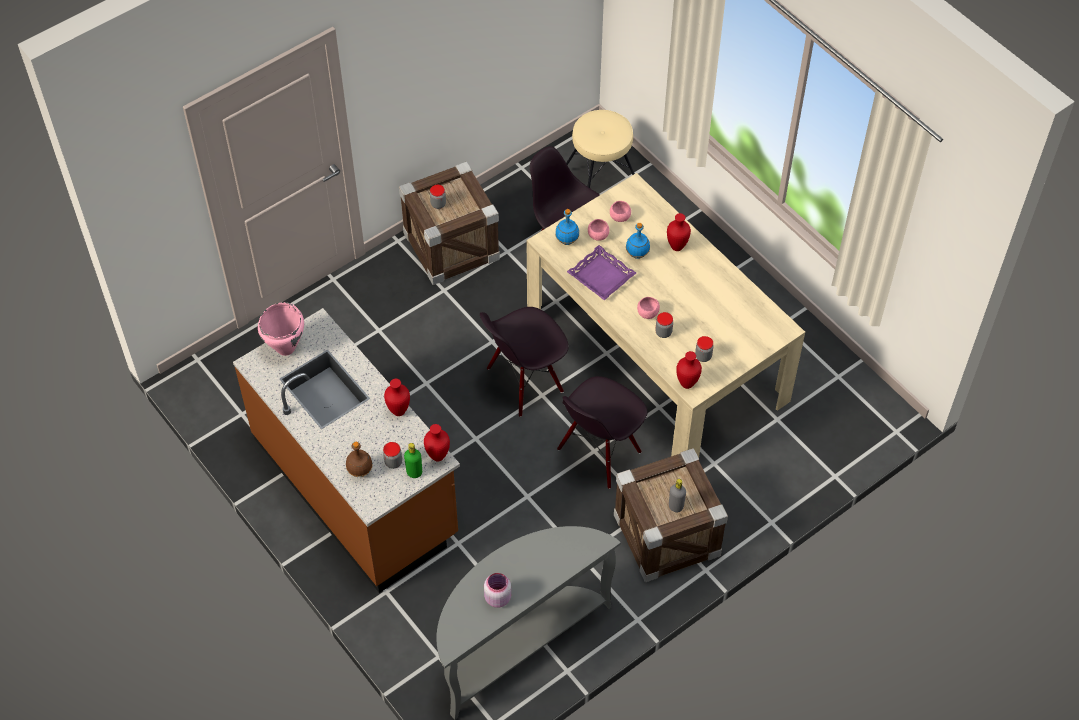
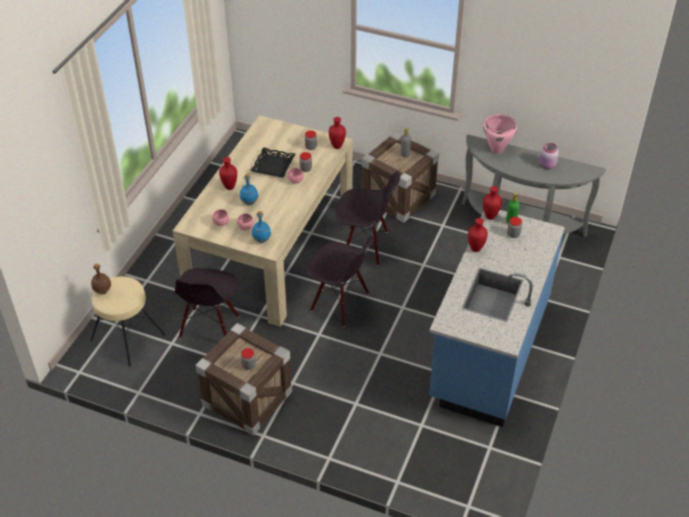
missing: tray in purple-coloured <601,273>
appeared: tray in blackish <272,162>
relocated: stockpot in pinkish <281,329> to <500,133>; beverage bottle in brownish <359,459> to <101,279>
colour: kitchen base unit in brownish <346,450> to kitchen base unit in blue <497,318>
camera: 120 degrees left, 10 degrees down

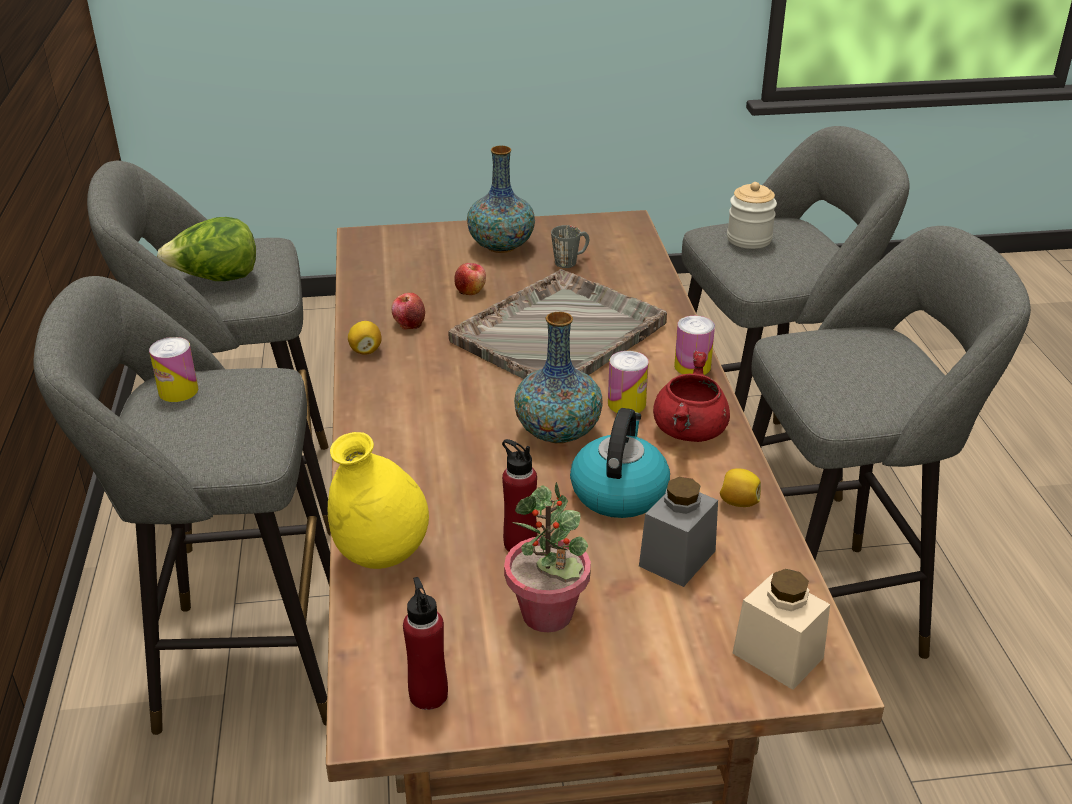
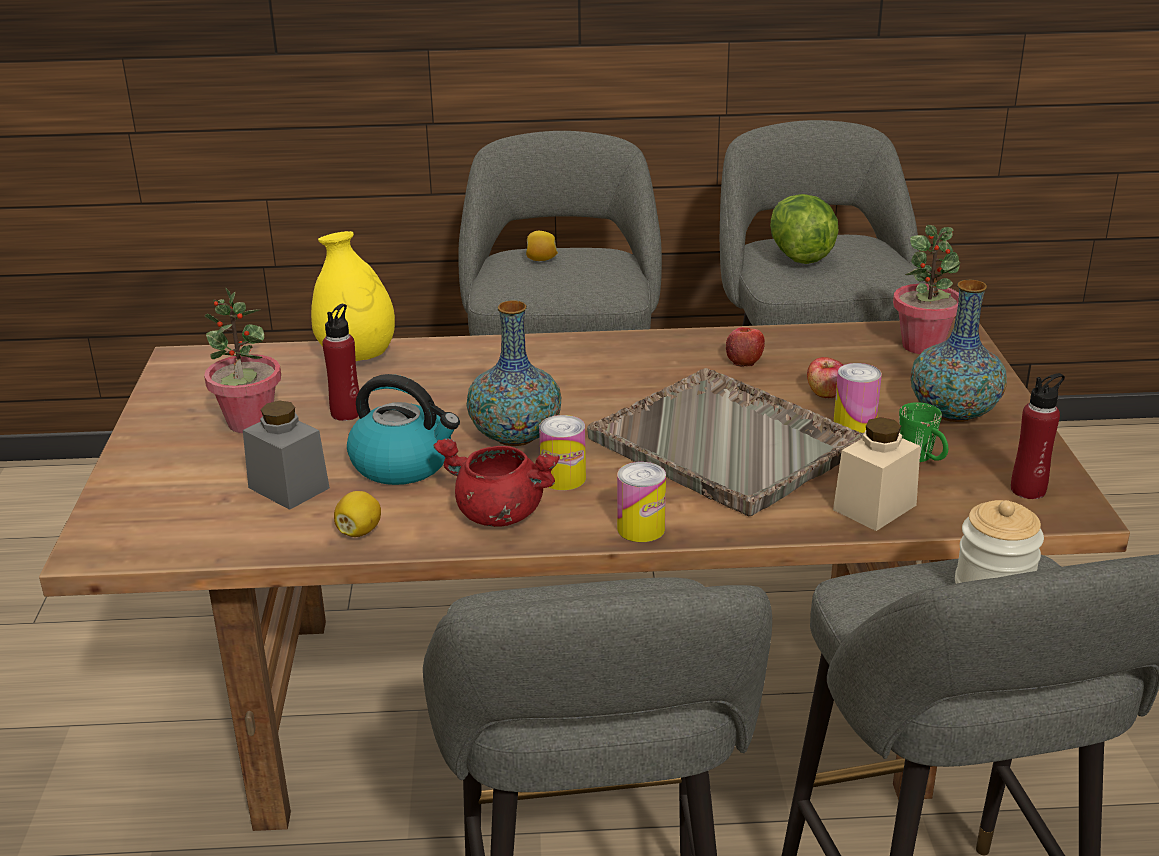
appeared: houseplant <926,289>
relocated: metal can <173,369> to <858,398>; citrus fruit <365,338> to <542,246>; beverage bottle in red-coloured <425,643> to <1038,436>; jar in sand-coloured <781,629> to <876,474>
colour: tea mug in gray <570,246> to tea mug in greenish <923,432>
camera: 95 degrees right, 5 degrees down

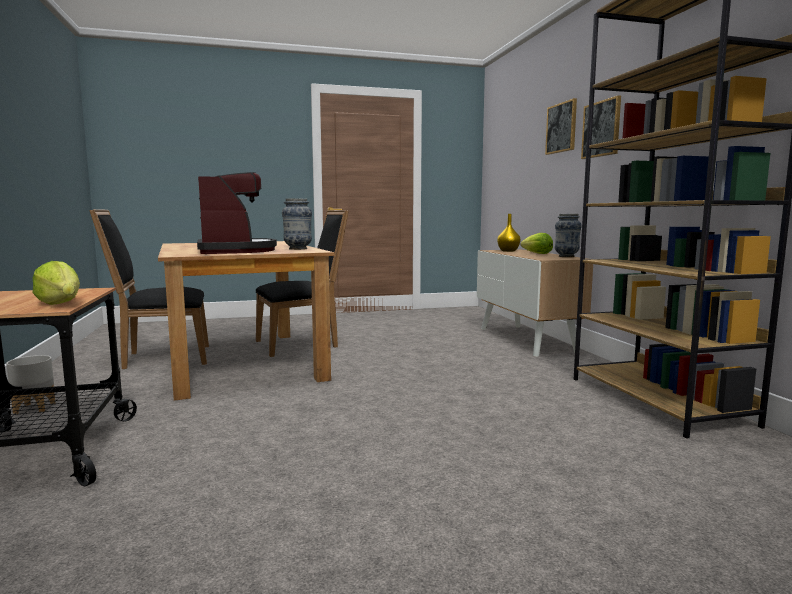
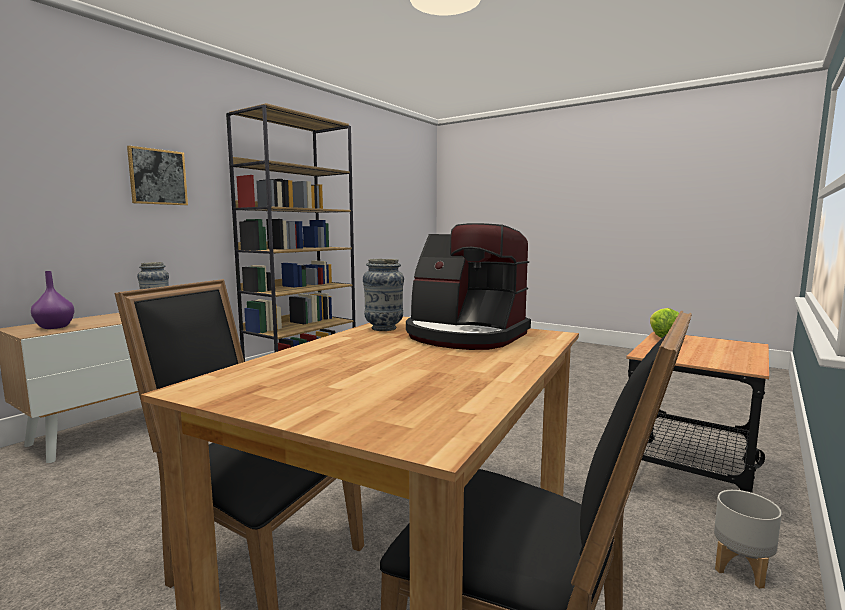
missing: lettuce head <537,243>; picture <561,126>
colour: flower vase in yellow-coloured <509,233> to flower vase in purple-coloured <53,300>
spun: coffee machine <237,213> = <468,286> 90 degrees counterclockwise
camera: 130 degrees left, 0 degrees up

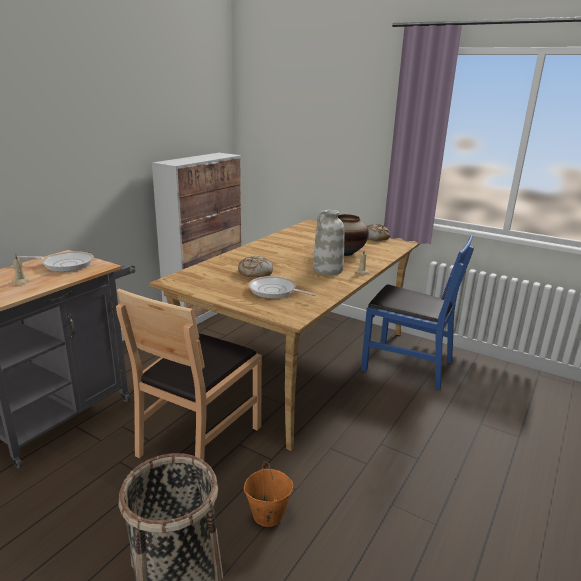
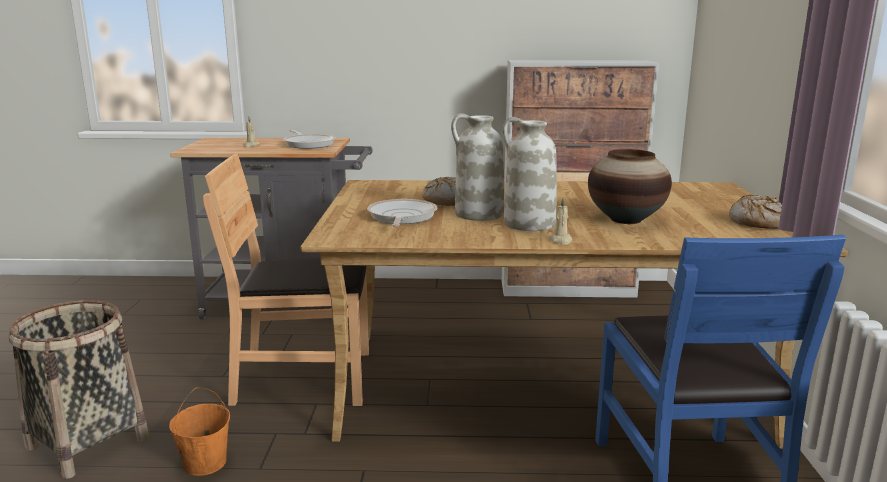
appeared: flower vase in whitish <477,167>
camera: 60 degrees right, 5 degrees down

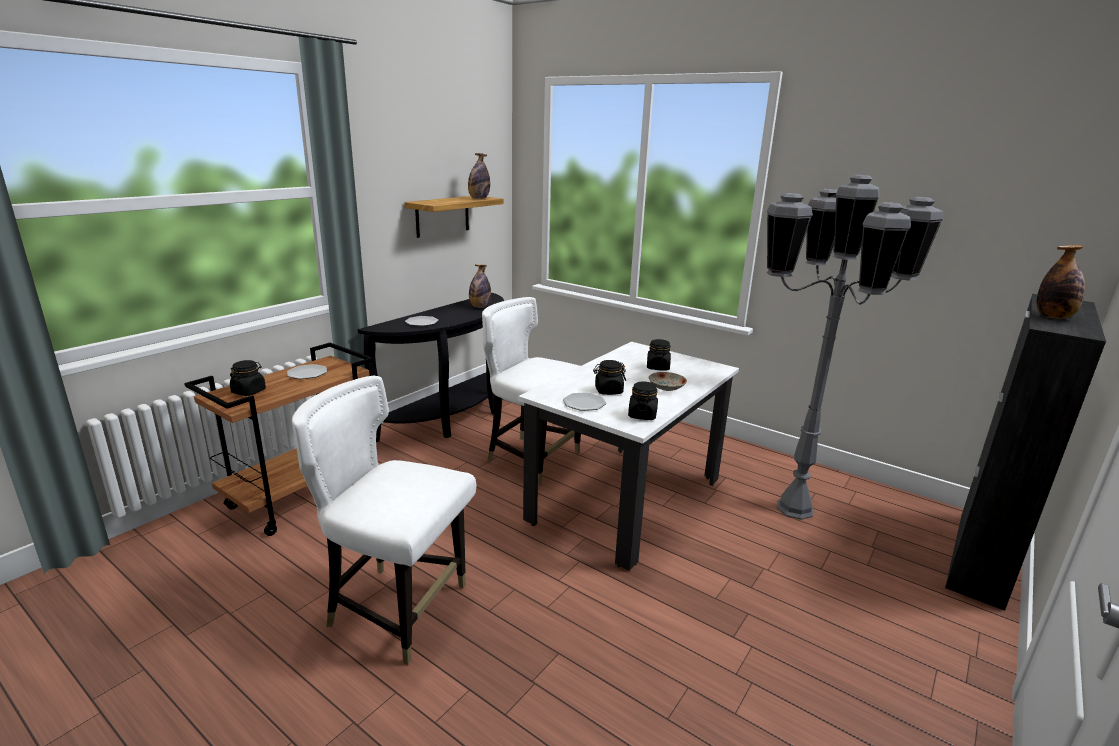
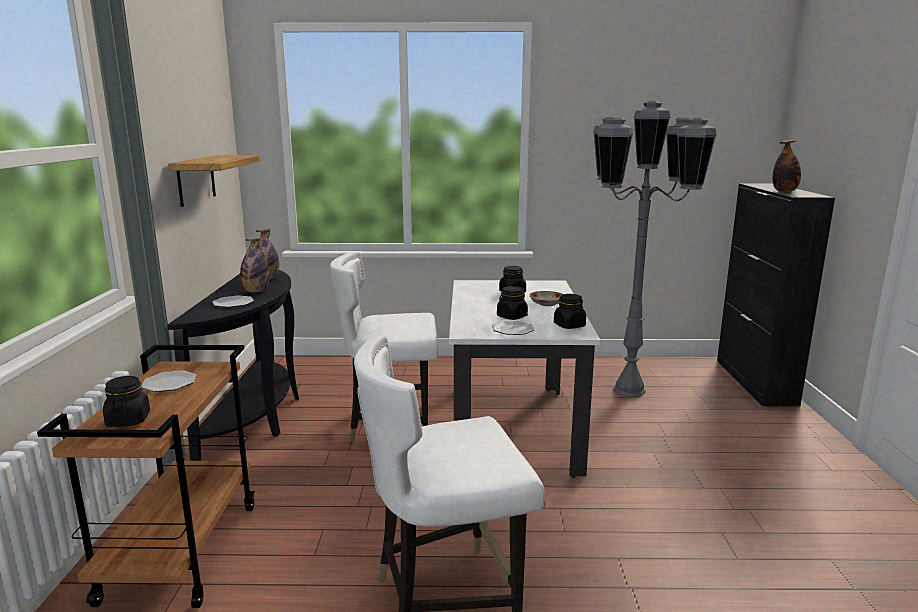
relocated: beverage bottle <479,176> to <254,265>
camera: 35 degrees left, 5 degrees down

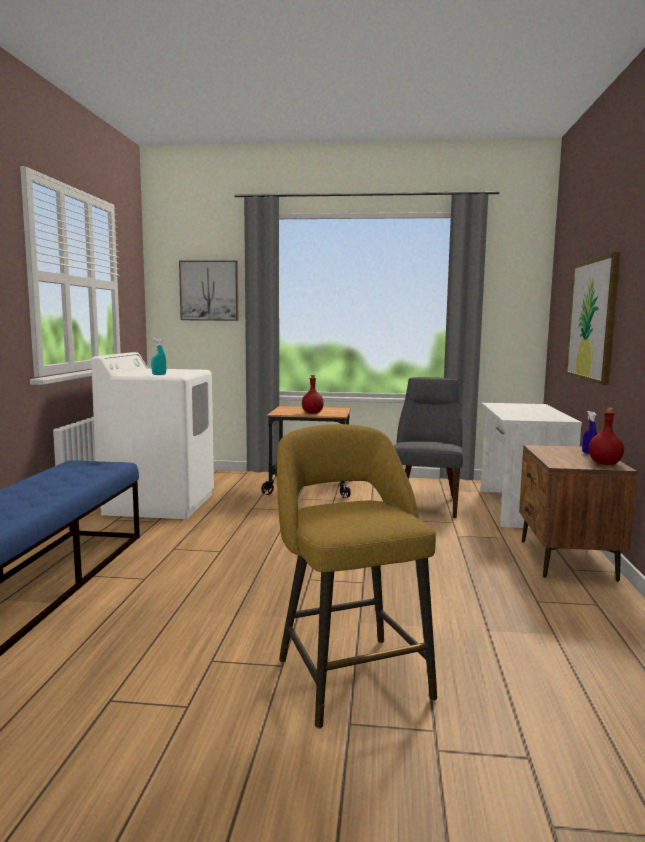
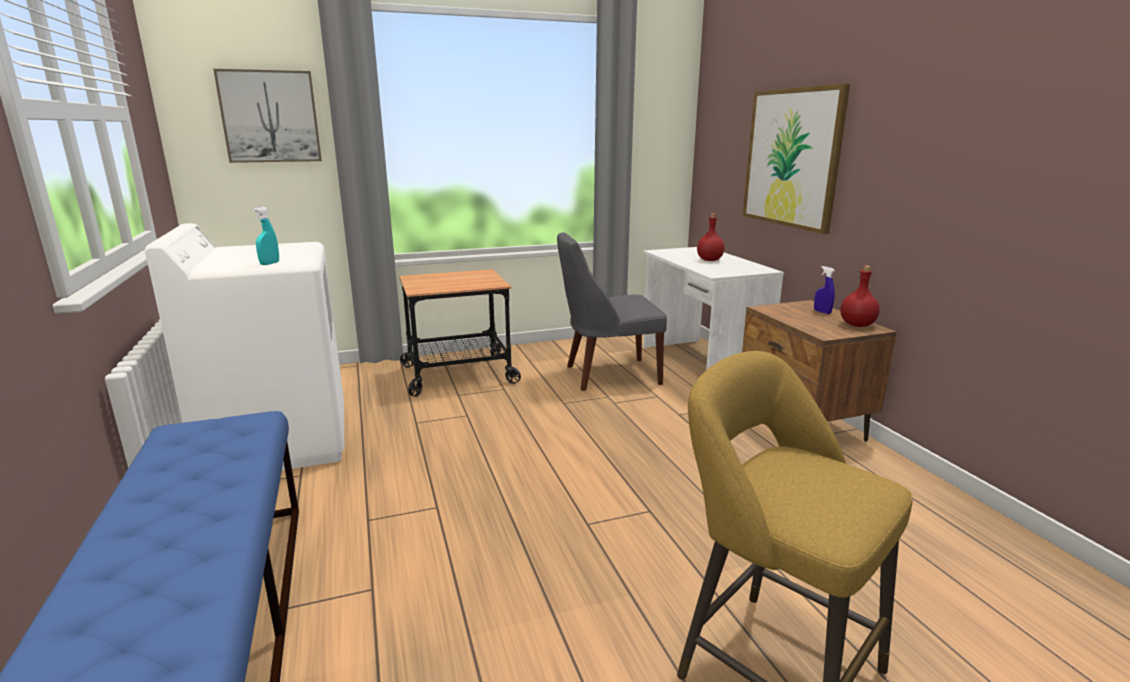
relocated: beverage bottle in red-coloured <313,394> to <710,237>
spun: plain chair in gray <428,447> = <612,311> 90 degrees counterclockwise
camera: 25 degrees left, 10 degrees up

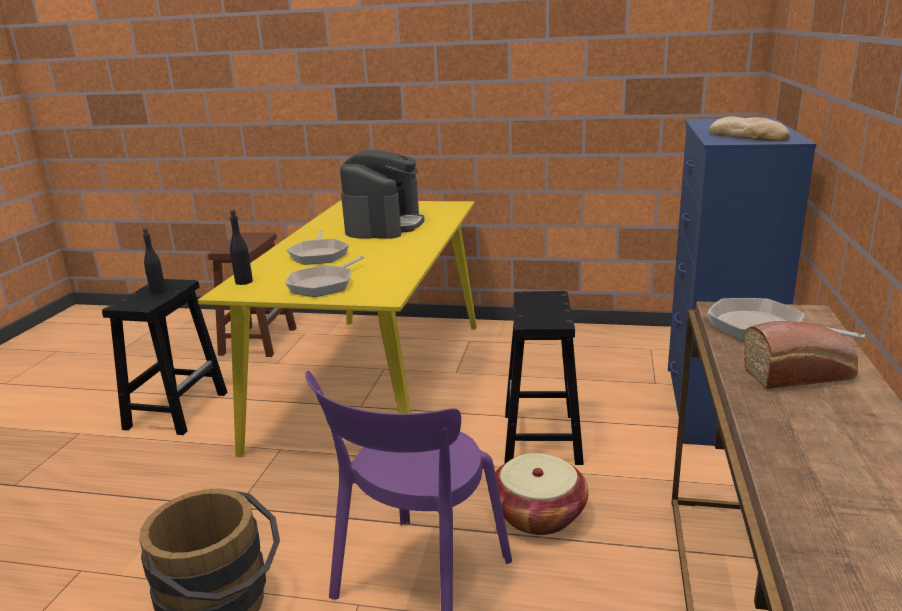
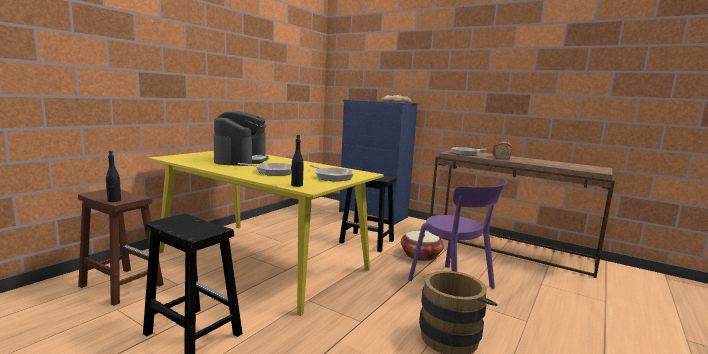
relocated: beverage bottle in blackish <154,260> to <113,176>
spun: coffee machine <382,194> = <240,138> 60 degrees clockwise
camera: 70 degrees left, 10 degrees down

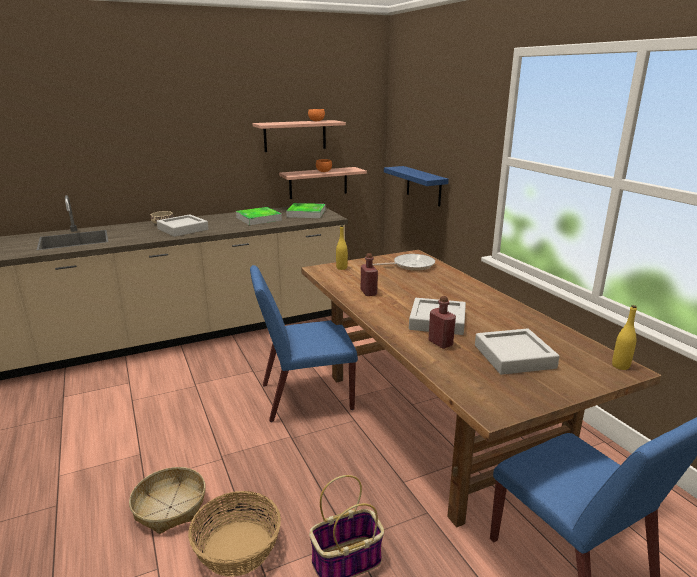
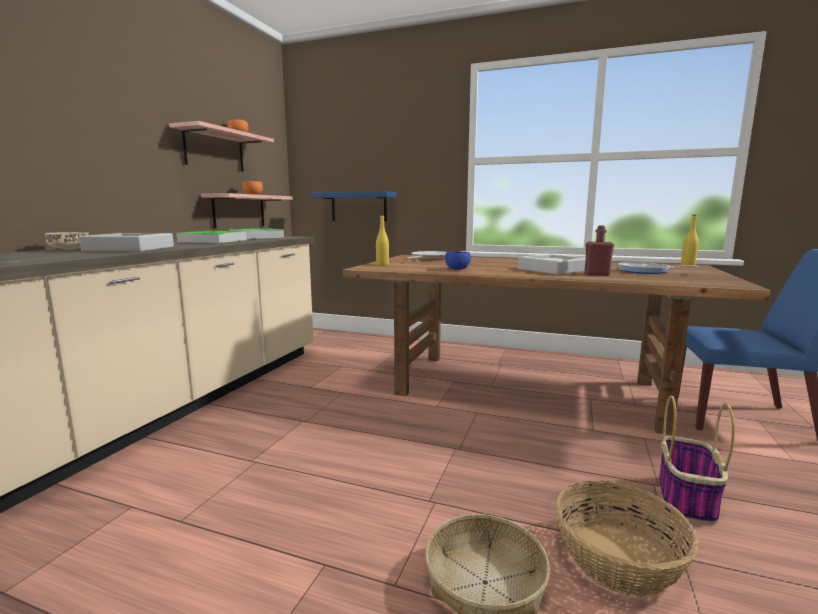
missing: plain chair in blue <304,343>
exchanged: beverage bottle in red-coloured <369,274> to deep dish in blue <458,260>; tray in gray <517,351> to pan <658,268>
camera: 45 degrees left, 10 degrees down

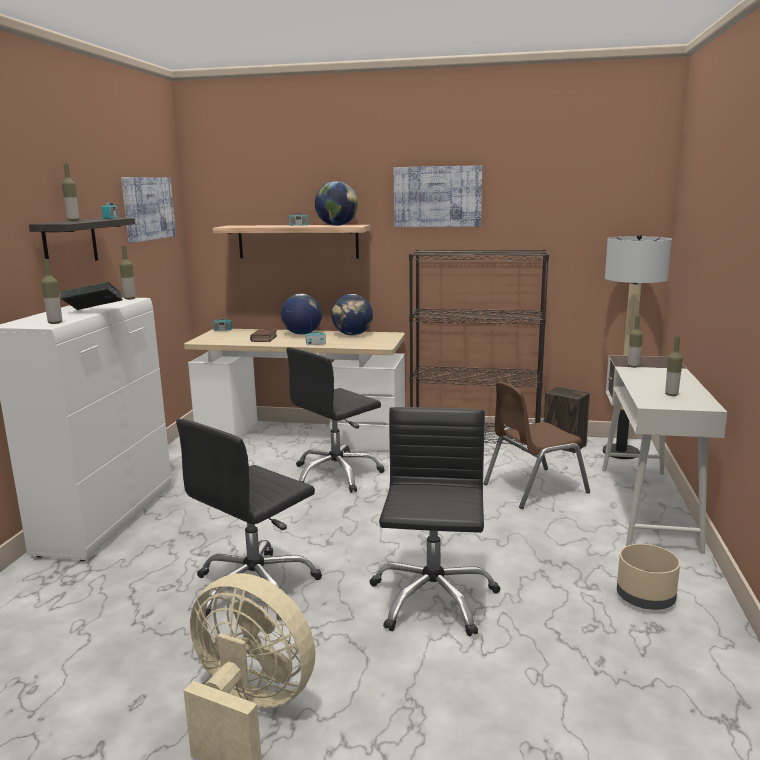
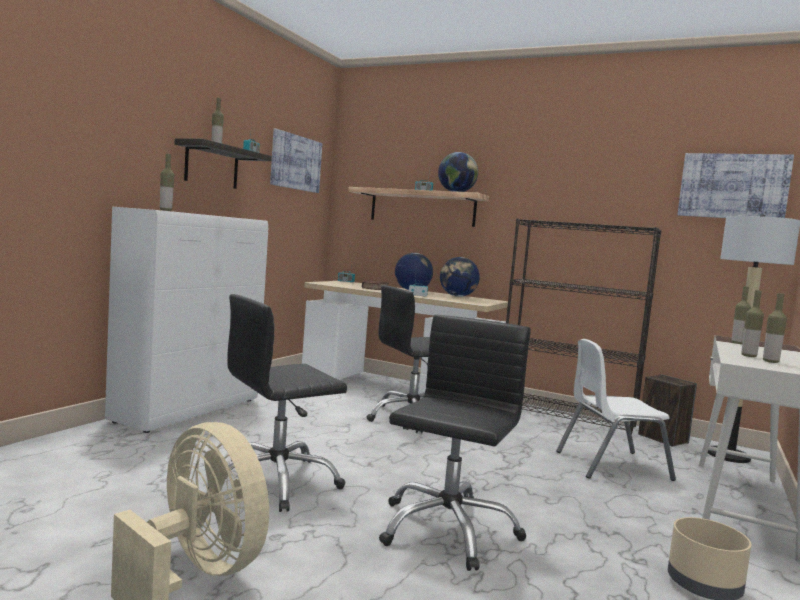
missing: volume <91,296>
relocated: beverage bottle <127,273> to <752,323>; picture <438,196> to <735,185>
colour: plain chair in brownish <536,445> to plain chair in whitish <616,410>
camera: 15 degrees right, 10 degrees down

